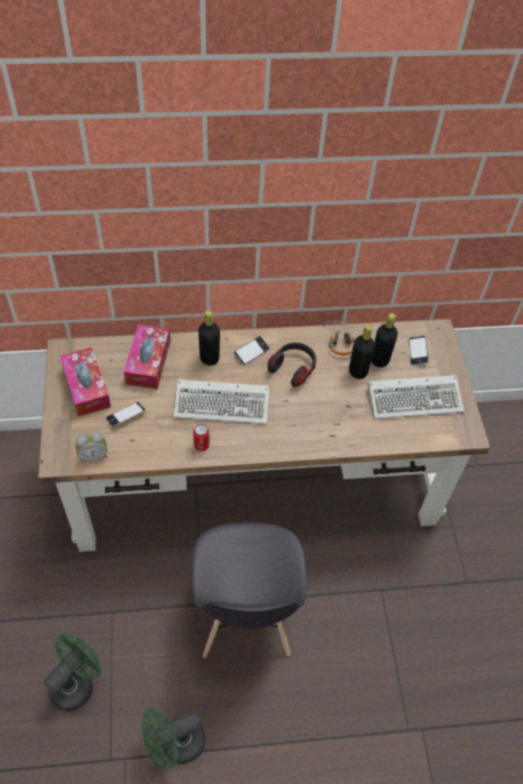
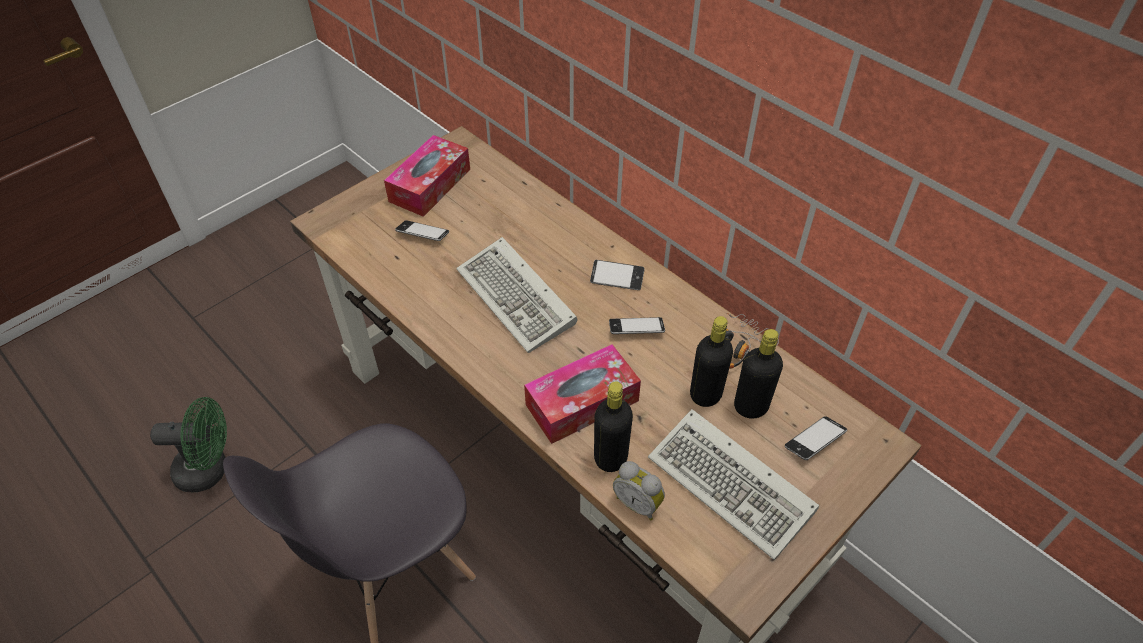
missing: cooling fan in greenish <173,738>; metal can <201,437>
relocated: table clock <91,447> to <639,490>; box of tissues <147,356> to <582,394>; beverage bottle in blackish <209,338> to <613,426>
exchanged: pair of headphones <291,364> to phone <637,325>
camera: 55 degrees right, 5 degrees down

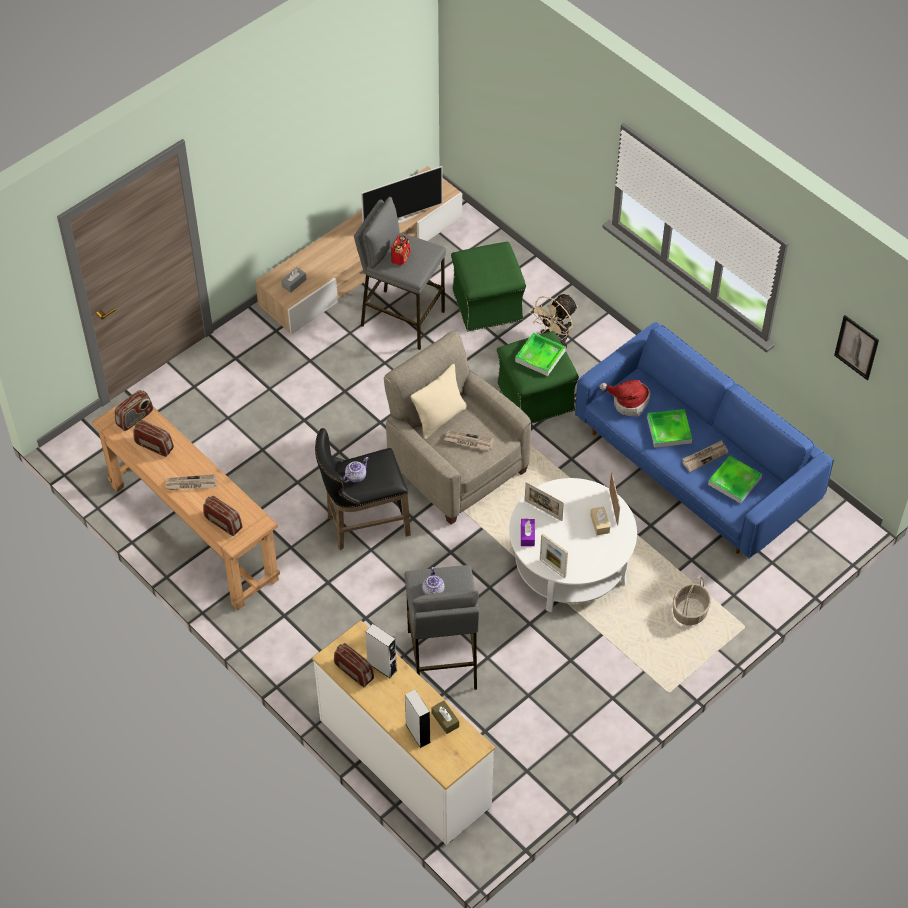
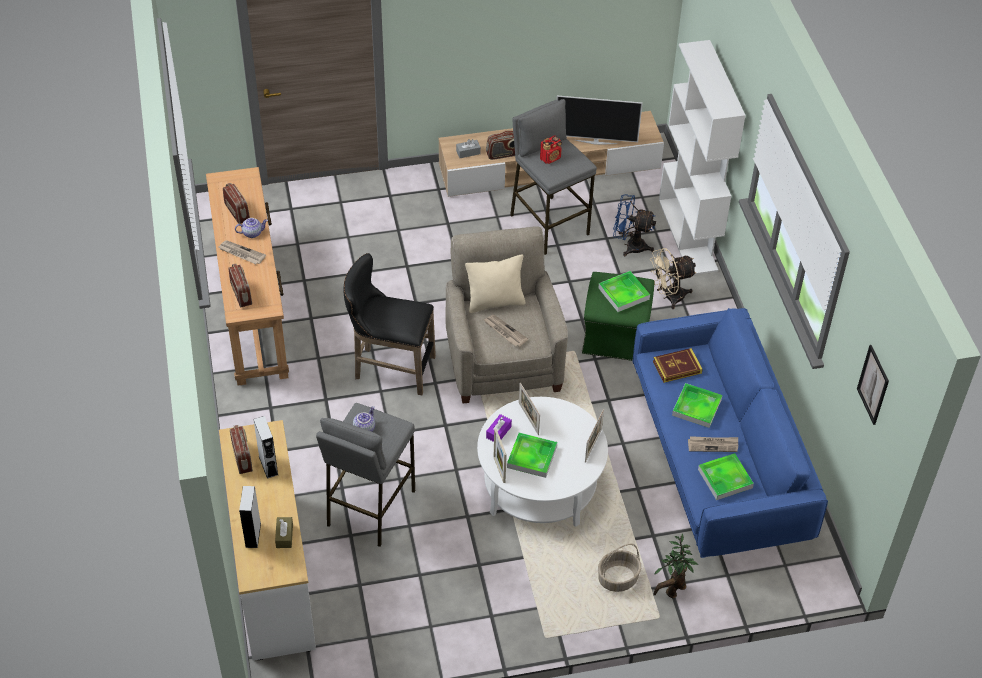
missing: box of tissues in sand-coloured <600,520>
appeared: tray <532,455>; houseplant <676,566>; shelving unit in whitish <702,157>
relocated: radio set <134,410> to <500,145>; tea pot <355,470> to <251,228>
exchanged: ottoman in greenish <488,287> to cooling fan in blue <634,225>; clothing hat <624,398> to volume <678,365>
camera: 30 degrees right, 5 degrees down

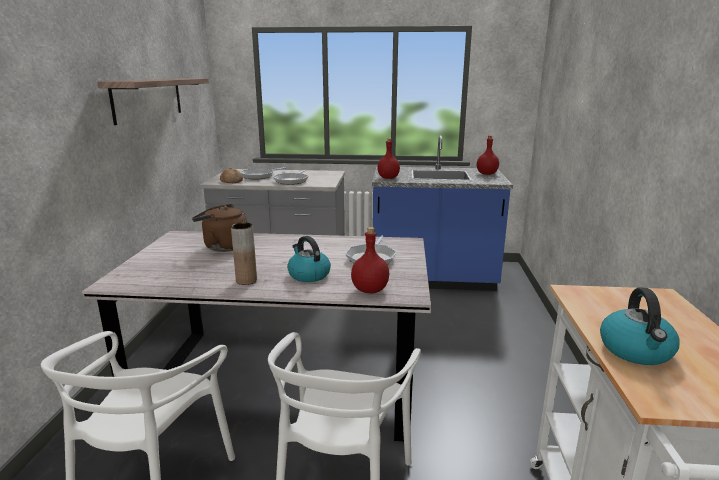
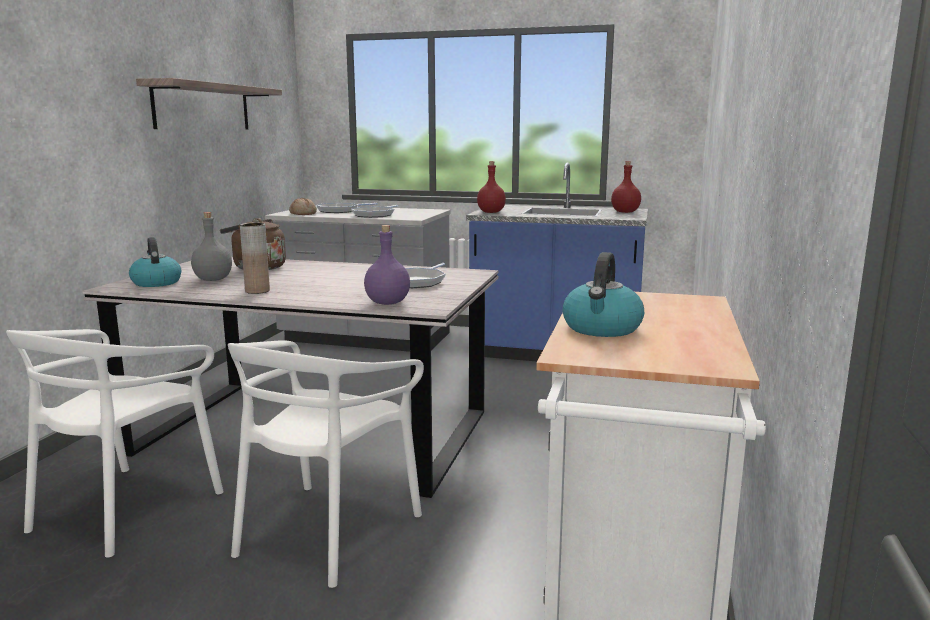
appeared: beverage bottle in gray <211,246>
relocated: tea kettle <309,259> to <155,262>
colour: beverage bottle in red-coloured <370,260> to beverage bottle in purple-coloured <387,265>
camera: 10 degrees right, 5 degrees down

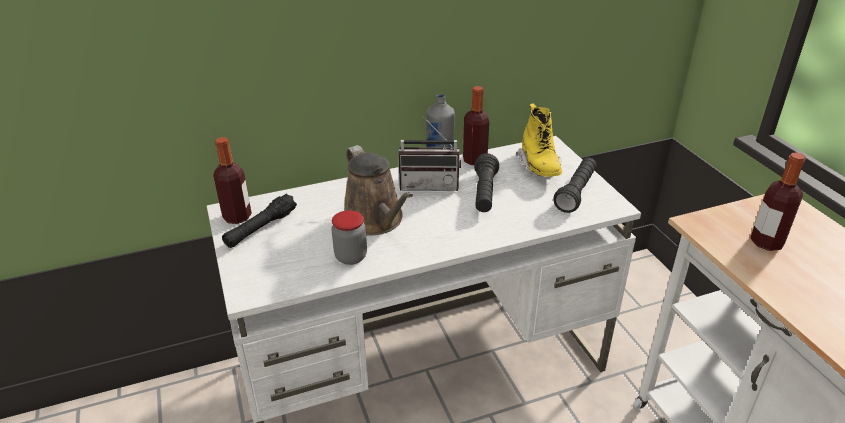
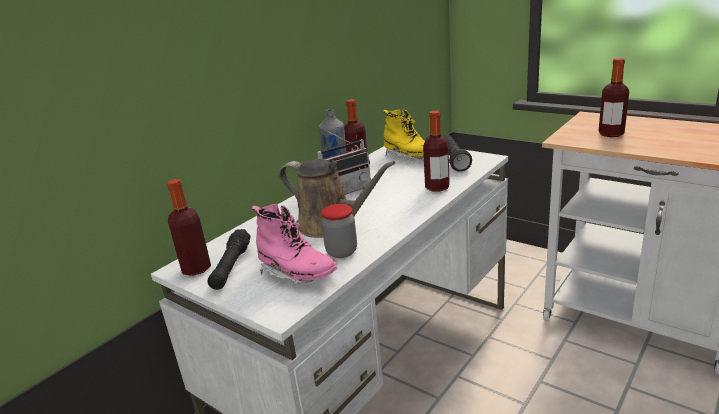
missing: hand torch in blackish <486,182>
appeared: tall boot in pinkish <295,244>; beverage bottle <436,151>
camera: 30 degrees left, 10 degrees down

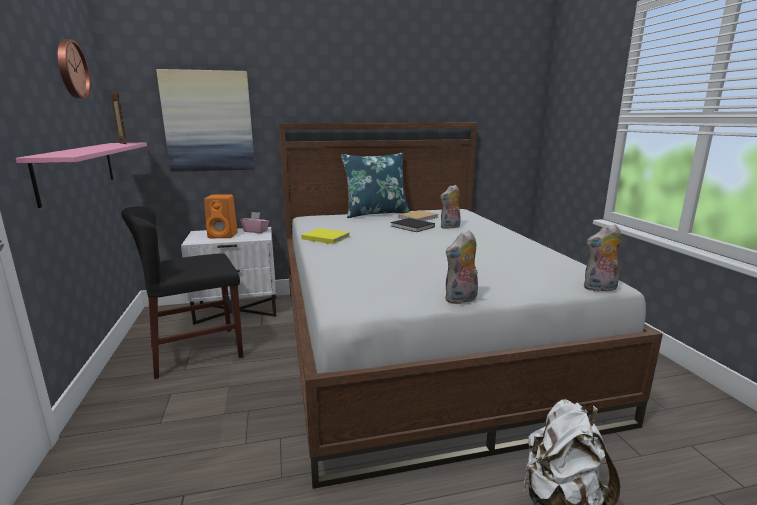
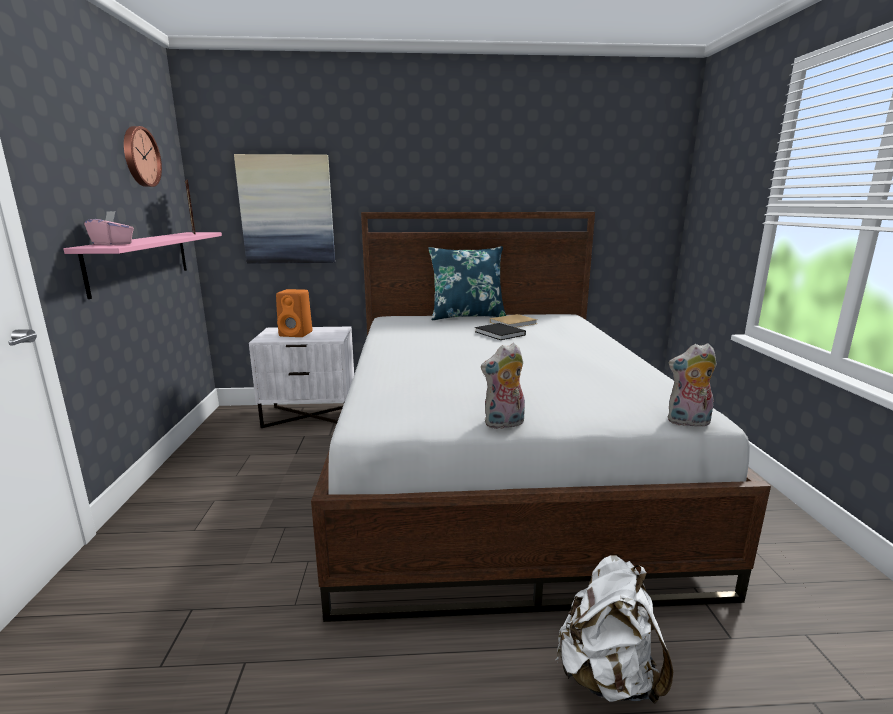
missing: plain chair in blackish <182,293>; volume in yellow-coloured <325,236>; cuddly toy <450,207>
relocated: box of tissues in pinkish <254,222> to <109,228>
camera: 10 degrees right, 0 degrees up

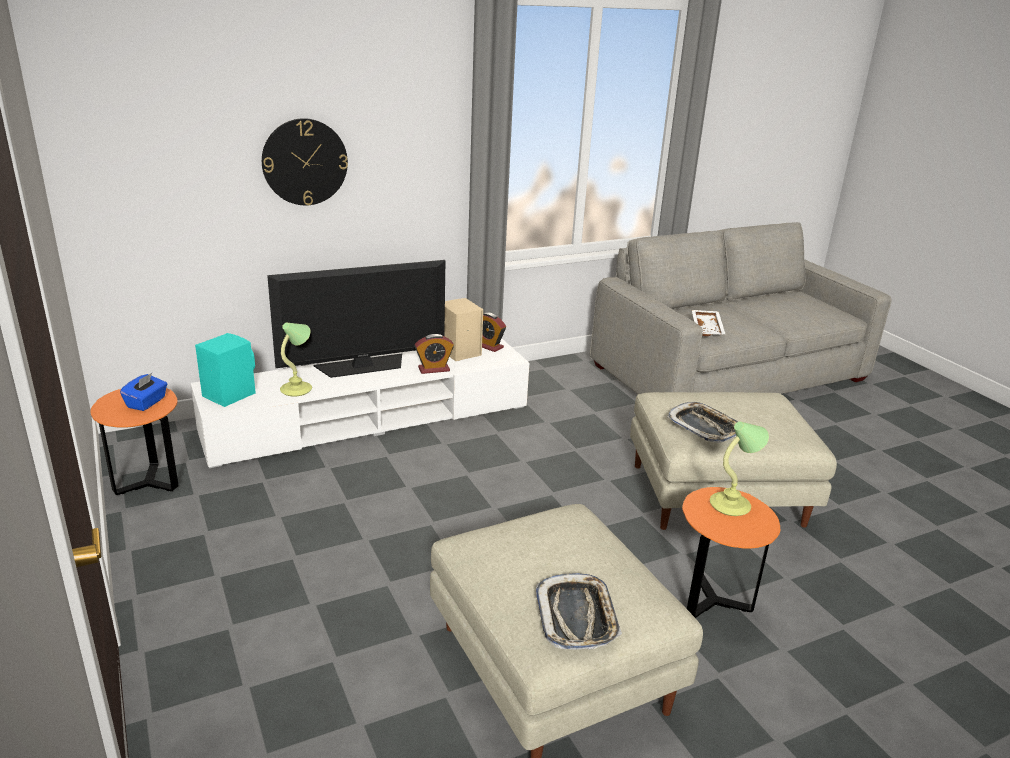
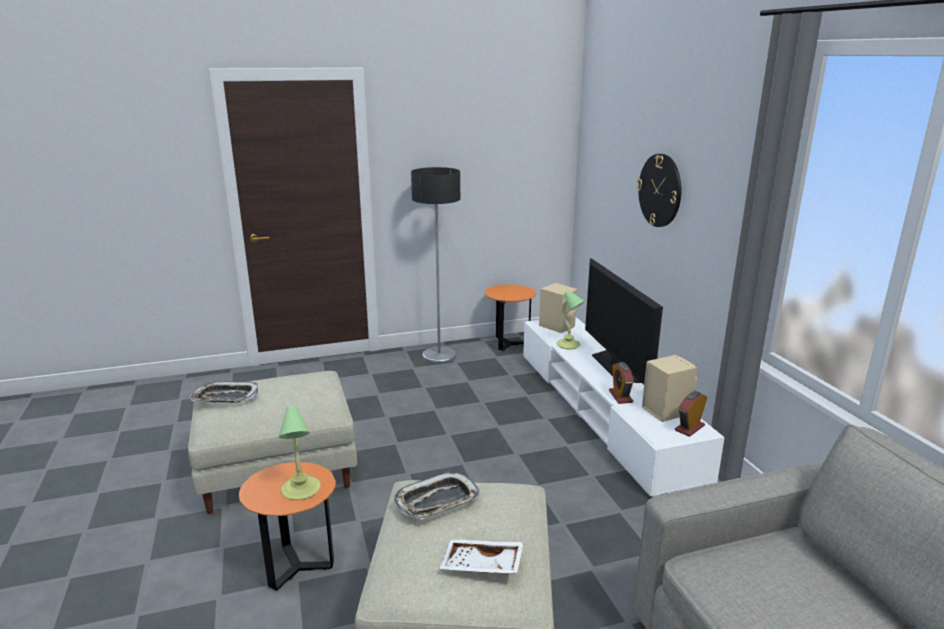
missing: box of tissues in blue <143,392>
appeared: standard lamp <435,265>
relocated: tray in whitish <708,323> to <481,556>
colour: loudspeaker in blue-green <225,370> to loudspeaker in sand-coloured <558,308>
camera: 100 degrees right, 5 degrees down

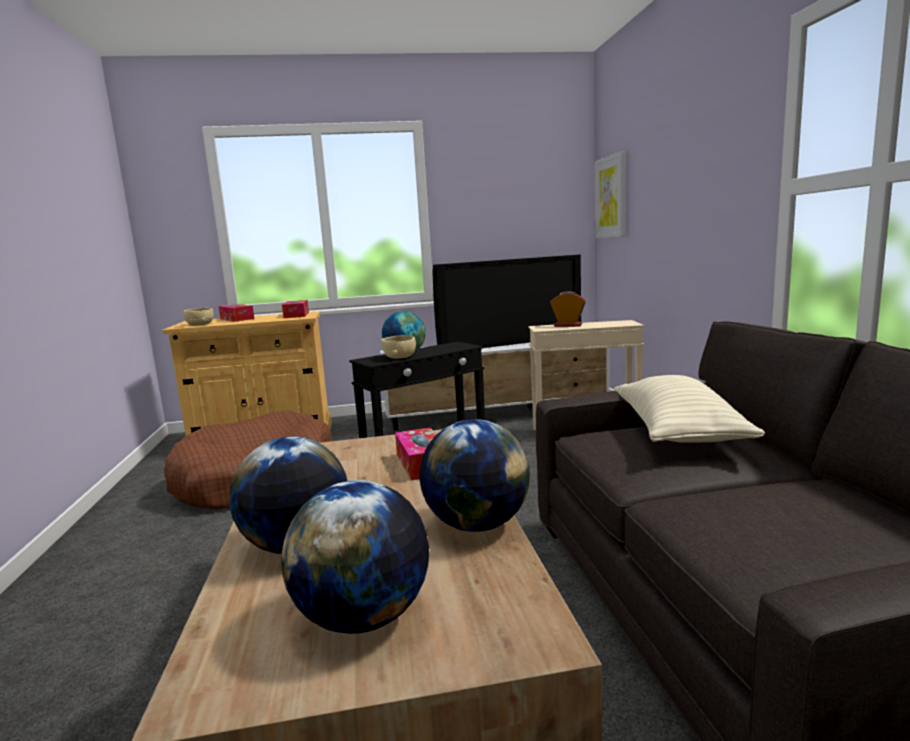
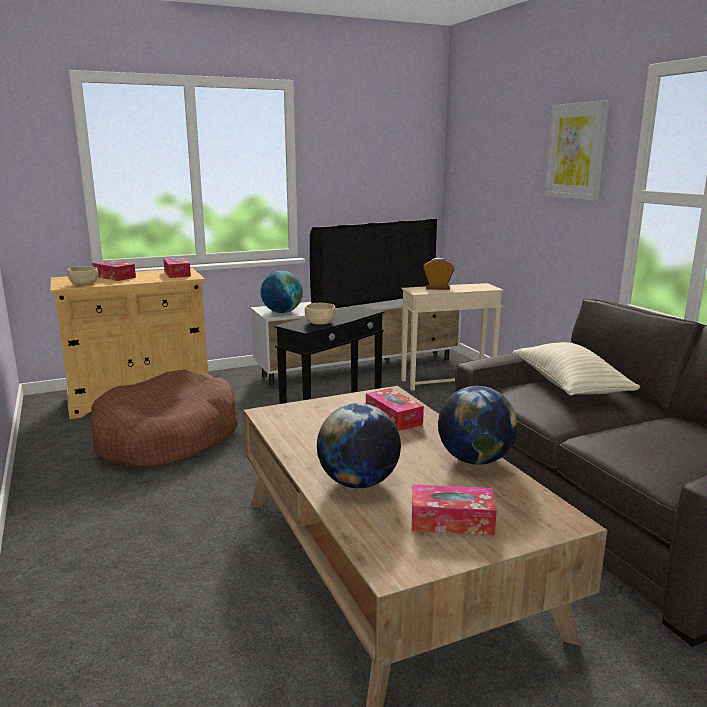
relocated: picture <610,194> to <576,150>
exchanged: world globe <355,557> to box of tissues <454,510>
camera: 15 degrees left, 5 degrees up

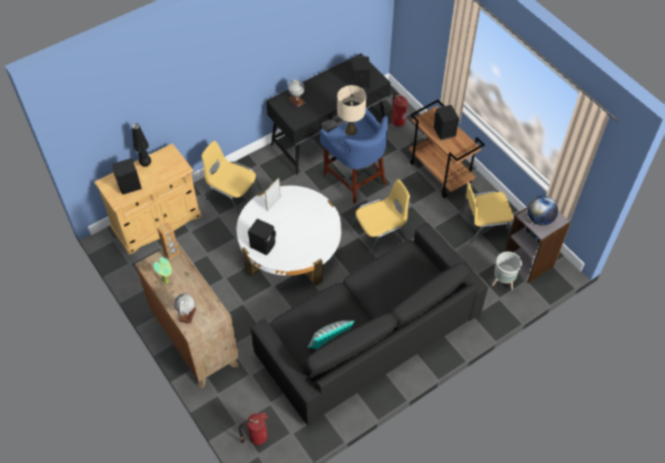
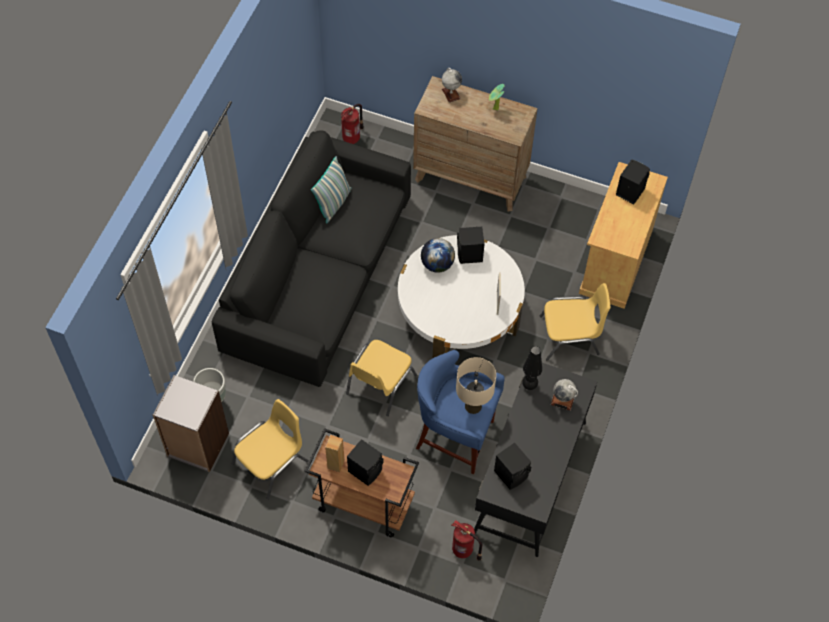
relocated: table lamp in blackish <141,145> to <532,368>; loudspeaker in brownish <168,241> to <335,453>; world globe <542,211> to <438,255>
camera: 145 degrees right, 5 degrees up

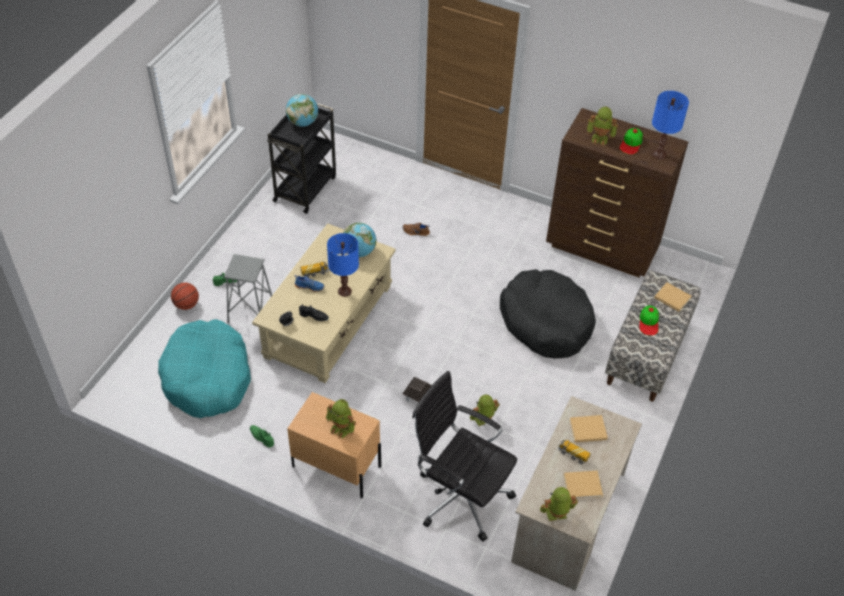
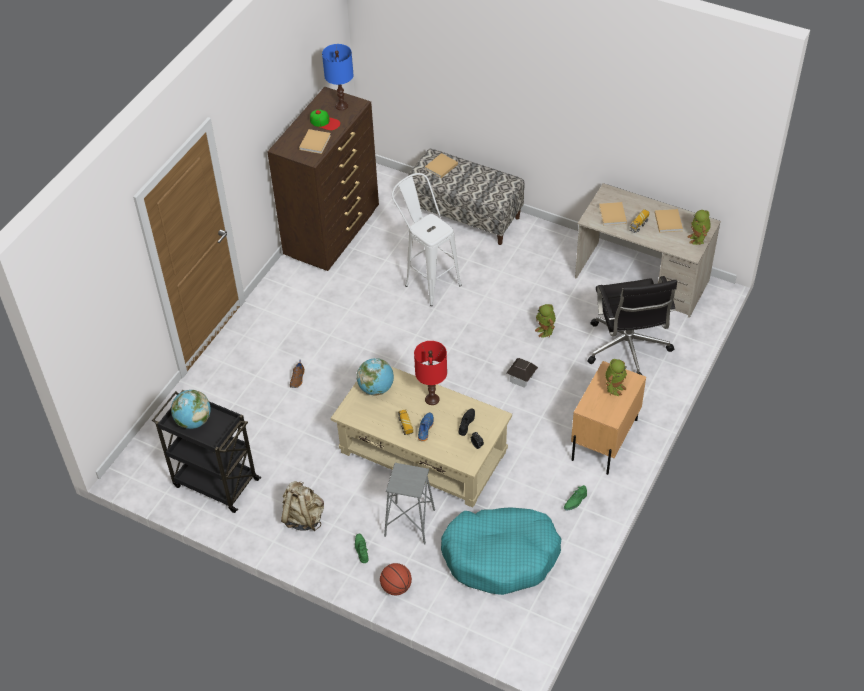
missing: cap <649,321>
appeared: knapsack in sand-coloured <302,506>
exchanged: dog bed in blackish <548,314> to sitting stool in whitish <427,239>; robot figure <602,126> to volume in sand-coloured <315,141>
colour: table lamp in blue <343,265> to table lamp in red-coloured <430,373>
spun: computer chair in blackish <464,456> = <632,325> 45 degrees counterclockwise
camera: 85 degrees left, 0 degrees up

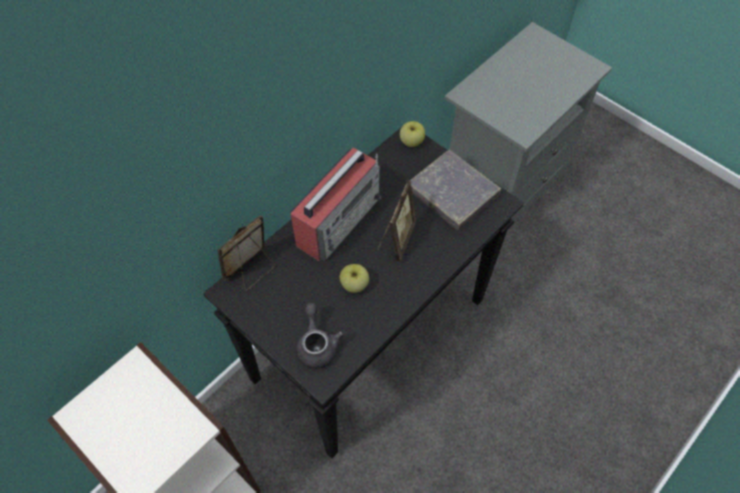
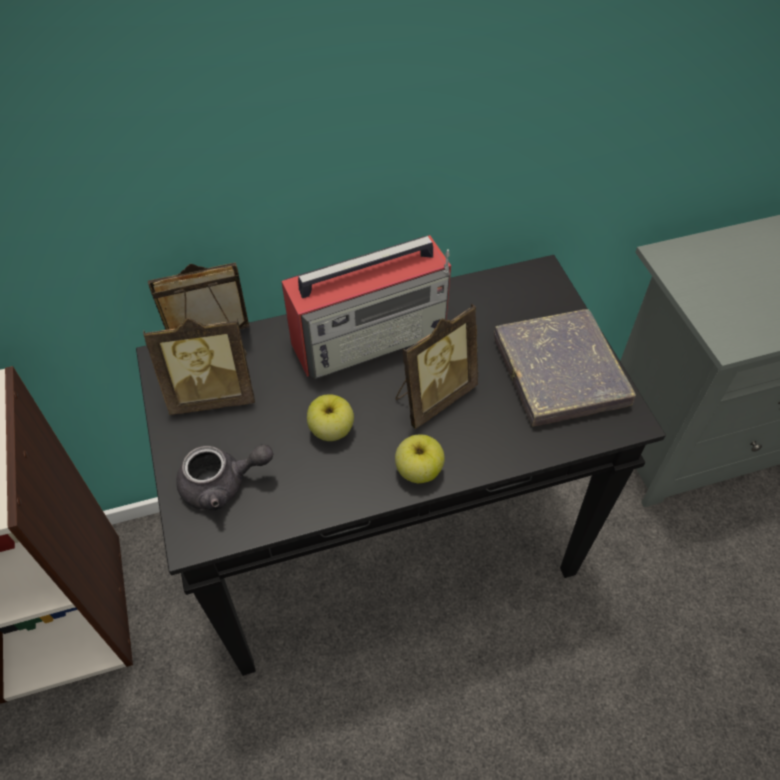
appeared: photo frame <199,366>
relocated: apple fruit <412,134> to <420,459>
spun: tea pot in gray <320,336> = <225,477> 60 degrees clockwise
camera: 30 degrees right, 5 degrees down

